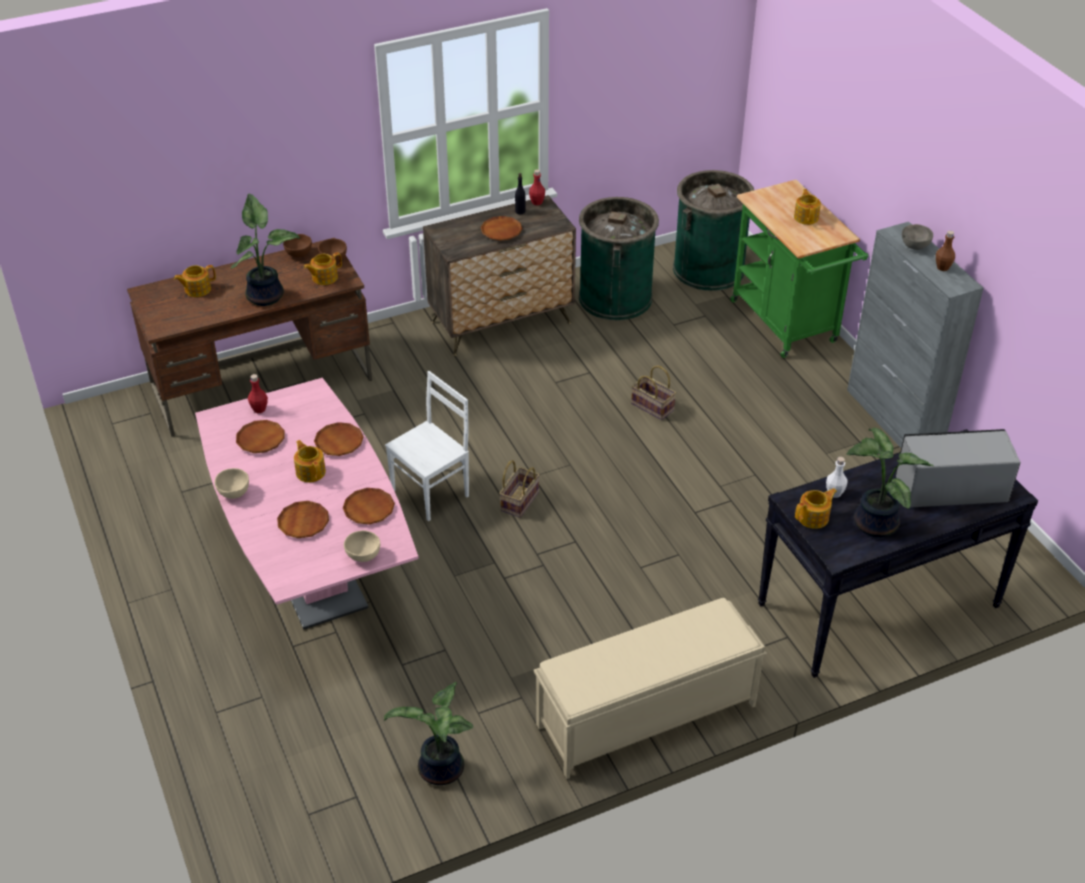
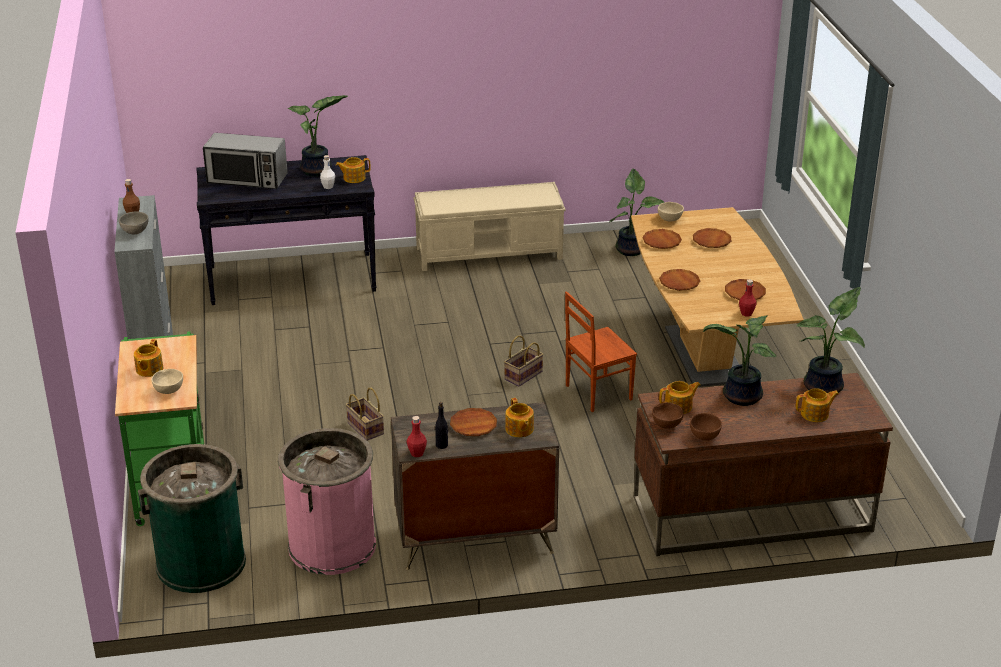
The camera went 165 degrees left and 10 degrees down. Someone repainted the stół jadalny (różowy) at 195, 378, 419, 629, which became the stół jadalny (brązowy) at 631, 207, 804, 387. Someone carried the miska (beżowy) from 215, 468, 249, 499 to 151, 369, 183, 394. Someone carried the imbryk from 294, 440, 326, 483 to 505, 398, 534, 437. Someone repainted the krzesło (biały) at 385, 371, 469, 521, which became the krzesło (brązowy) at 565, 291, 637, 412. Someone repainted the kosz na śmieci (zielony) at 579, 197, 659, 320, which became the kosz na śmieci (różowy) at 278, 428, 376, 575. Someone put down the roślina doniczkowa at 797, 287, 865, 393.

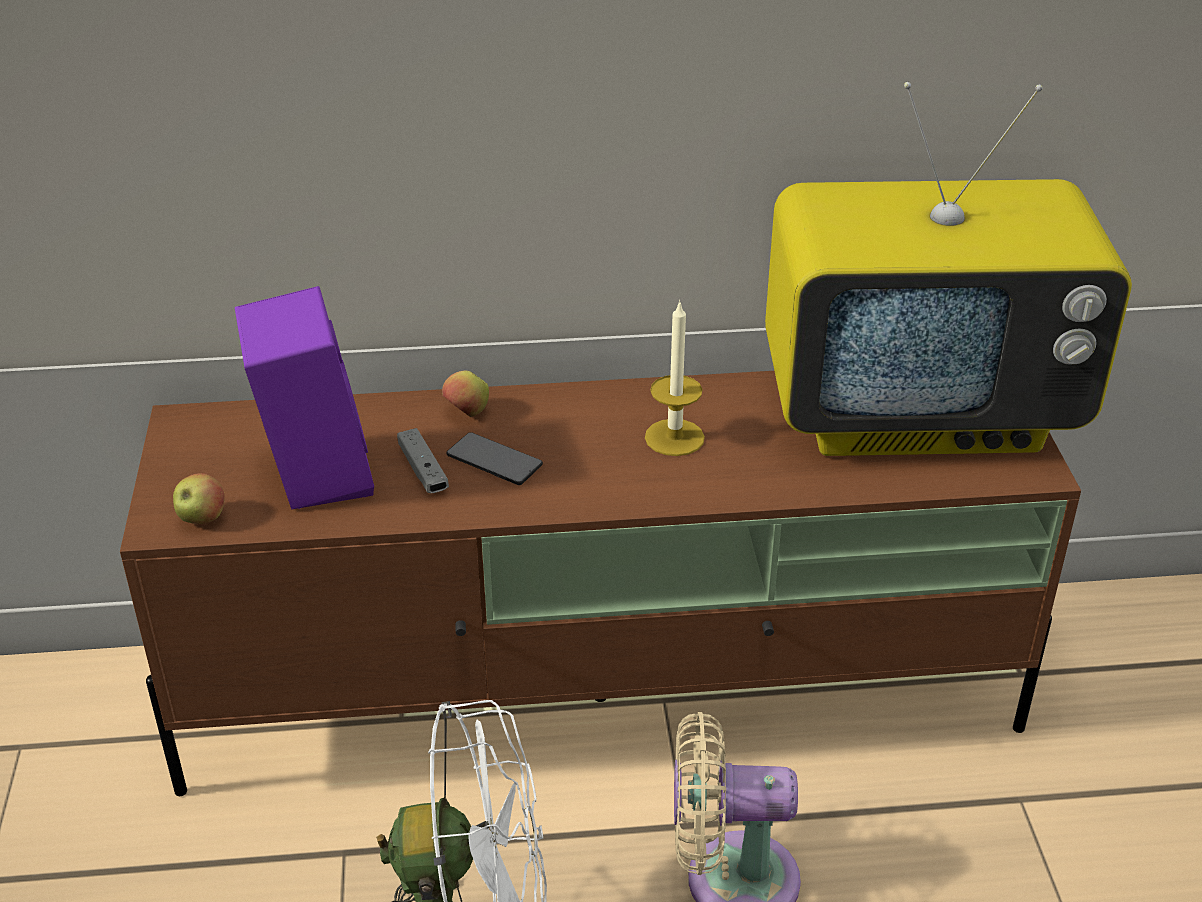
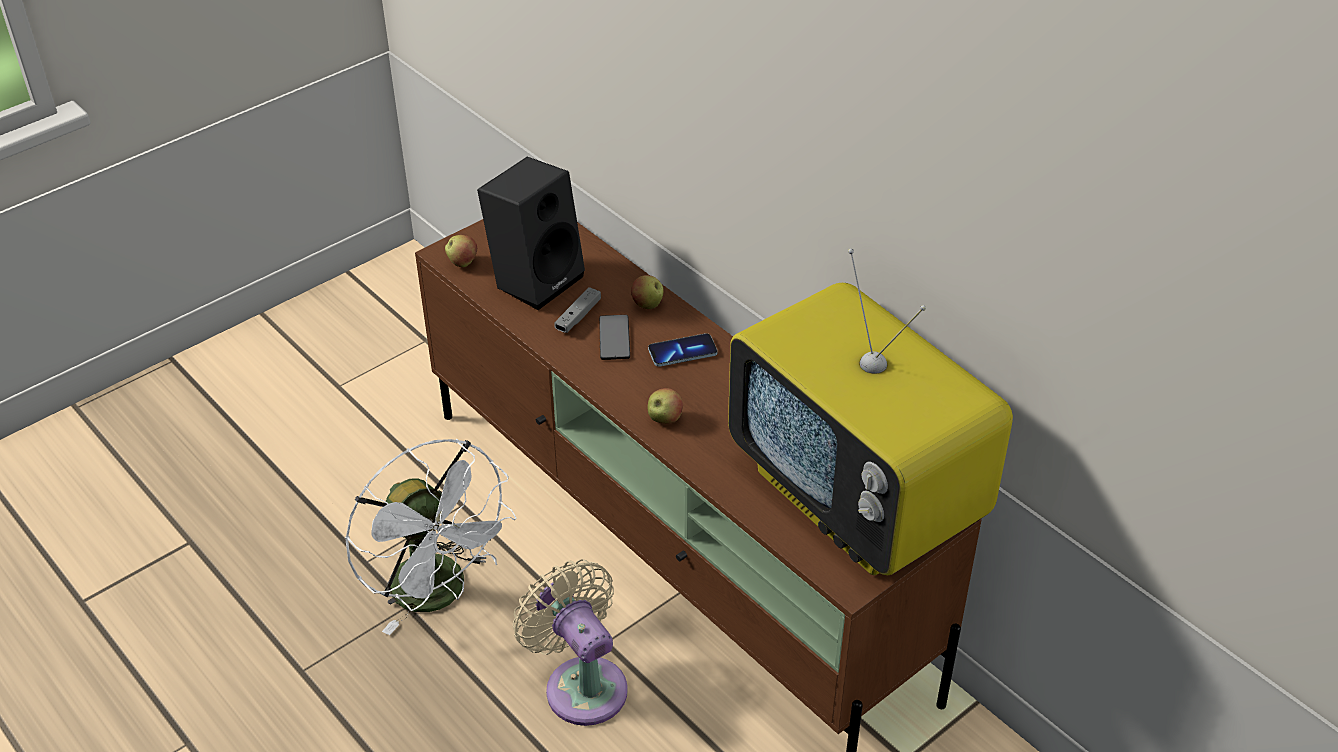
The camera went 55 degrees right and 5 degrees up. Someone repainted the głośnik (fioletowy) at 235, 286, 374, 510, which became the głośnik (czarny) at 477, 156, 585, 310. Someone took away the świeca at 645, 300, 705, 456. Someone put down the telefon at 648, 333, 718, 367. Someone put down the jabłko at 648, 388, 683, 424.

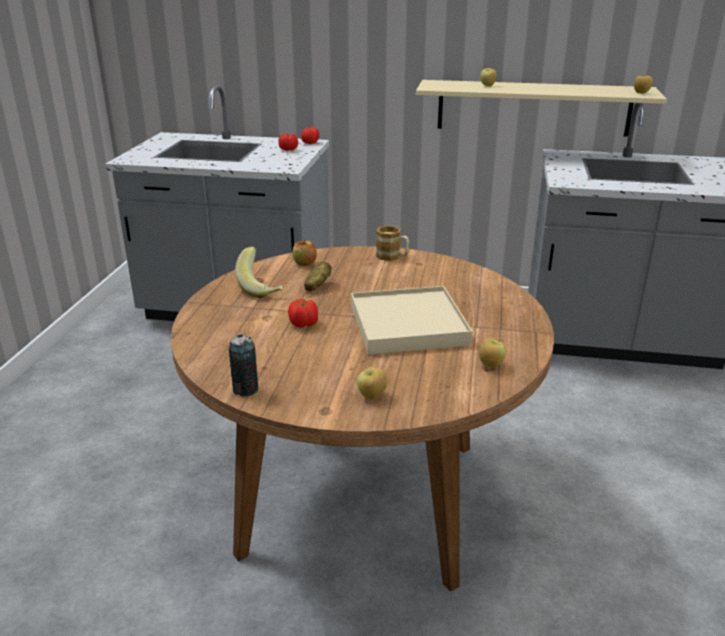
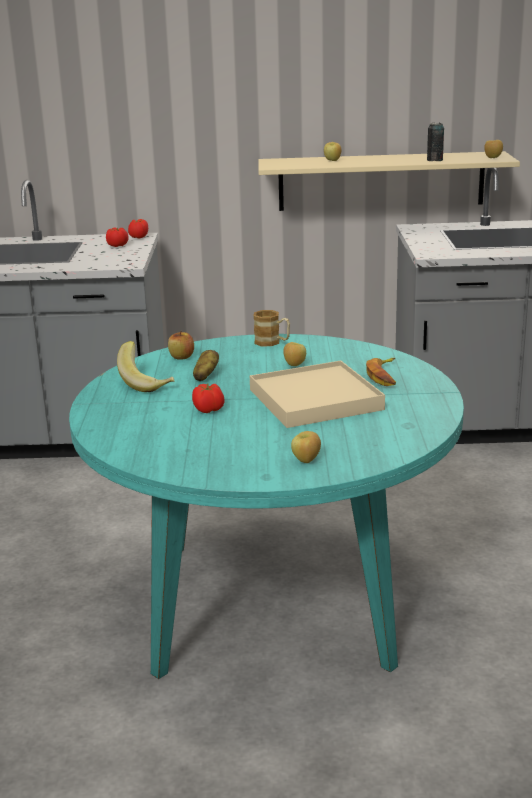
The camera went 10 degrees left and 5 degrees down. Someone repainted the stół jadalny (brązowy) at 171, 246, 554, 592, which became the stół jadalny (turkusowy) at 69, 334, 464, 679. Someone carried the puszka from 229, 335, 259, 396 to 427, 123, 444, 161. Someone carried the jabłko from 479, 338, 506, 368 to 283, 342, 306, 366. Someone put down the banan at 366, 358, 396, 386.

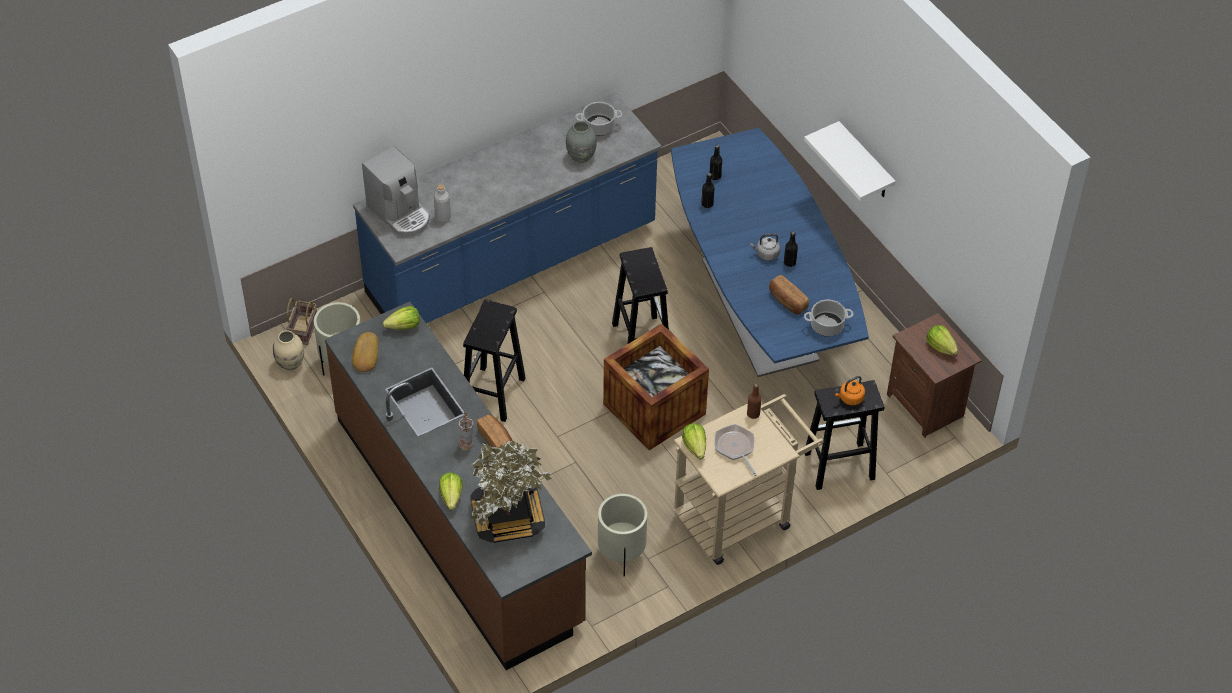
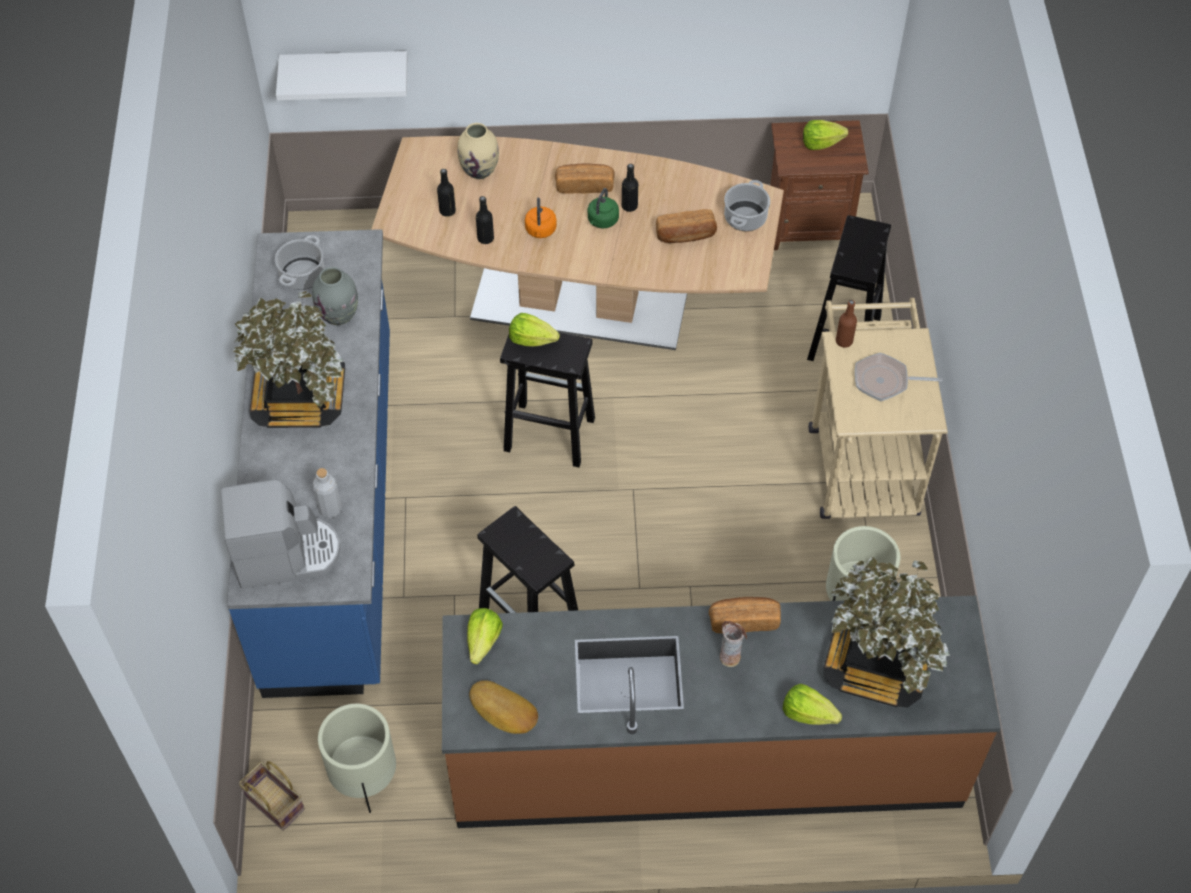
The camera went 60 degrees left and 5 degrees up. Someone carried the wazon (beżowy) from 273, 330, 304, 370 to 457, 123, 499, 179. Someone took away the skrzynka at 603, 323, 709, 451. Someone repainted the stół jadalny (niebieski) at 671, 128, 869, 377, which became the stół jadalny (brązowy) at 371, 136, 784, 350. Someone carried the sałata from 682, 423, 706, 459 to 509, 313, 560, 347. Someone repainted the czajnik (szary) at 750, 233, 780, 261, which became the czajnik (zielony) at 588, 188, 619, 228. Someone carried the półka (biały) from 804, 121, 896, 201 to 276, 51, 408, 100. Someone carried the czajnik (pomarańczowy) from 835, 376, 865, 405 to 525, 198, 557, 238. Someone put down the roślina doniczkowa at 232, 291, 345, 428. Someone put down the chleb at 555, 163, 614, 194.

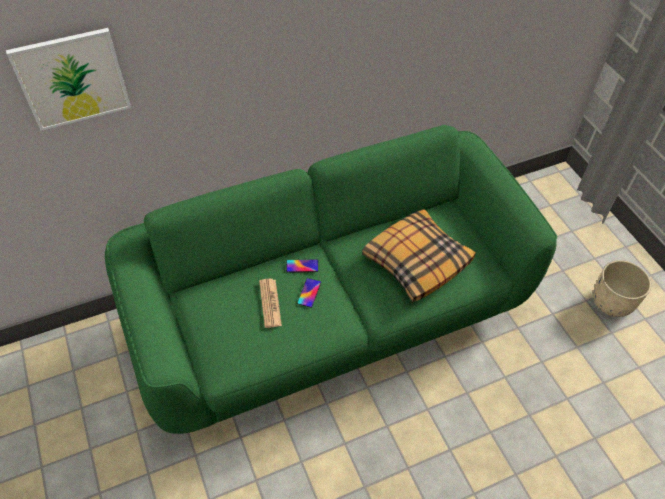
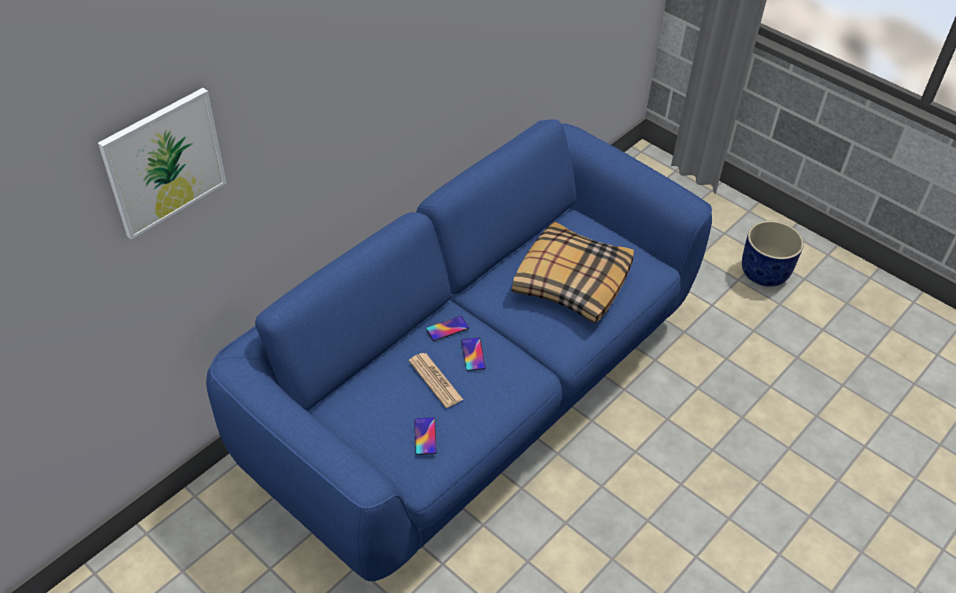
The camera went 25 degrees left and 5 degrees down. Someone repainted the kanapa (zielony) at 105, 125, 557, 434, which became the kanapa (niebieski) at 206, 119, 712, 581. Someone repainted the donica (beżowy) at 593, 260, 651, 317, which became the donica (niebieski) at 742, 221, 804, 287. Someone put down the telefon at 414, 417, 437, 455.

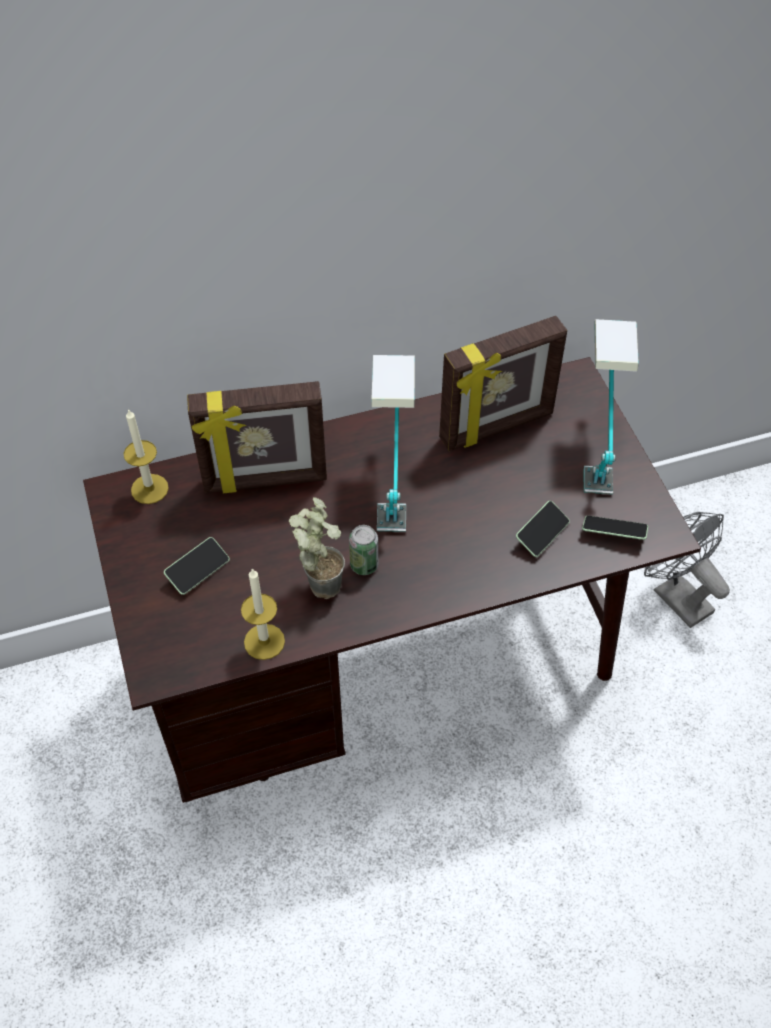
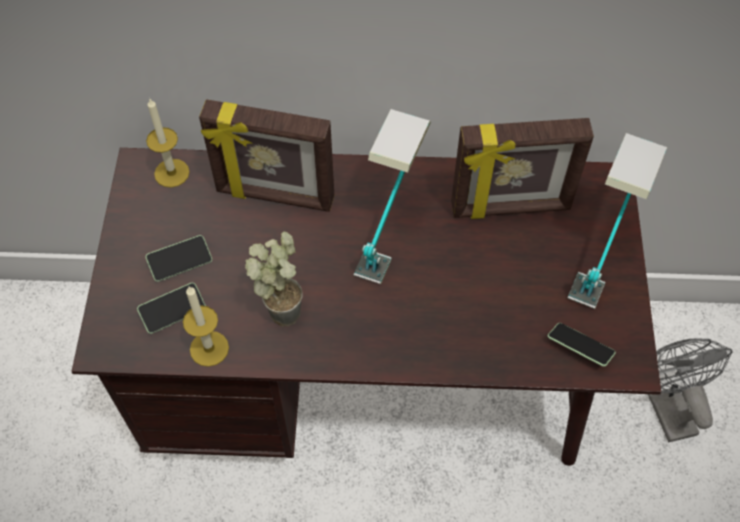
The camera went 20 degrees right and 5 degrees up. Someone took away the puszka at 349, 525, 378, 575. Someone carried the telefon from 516, 501, 570, 557 to 137, 283, 206, 334.

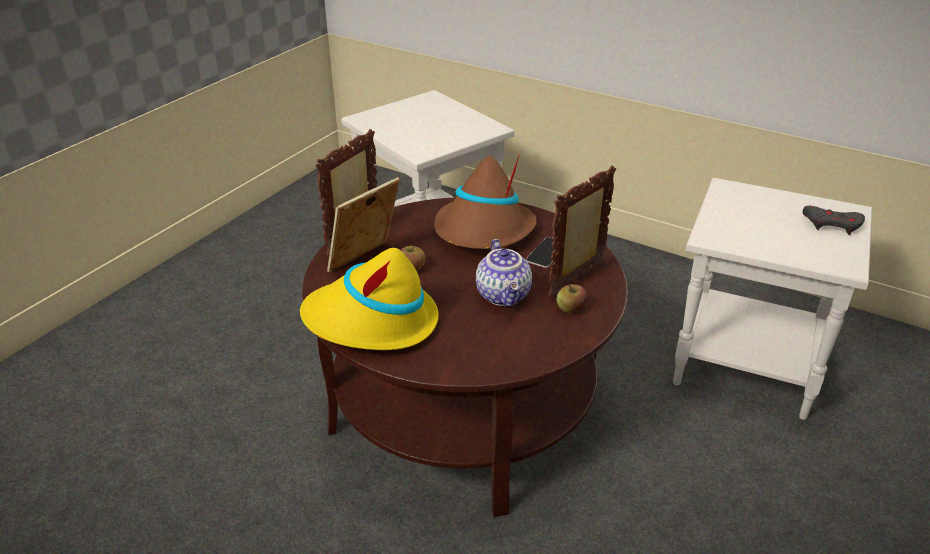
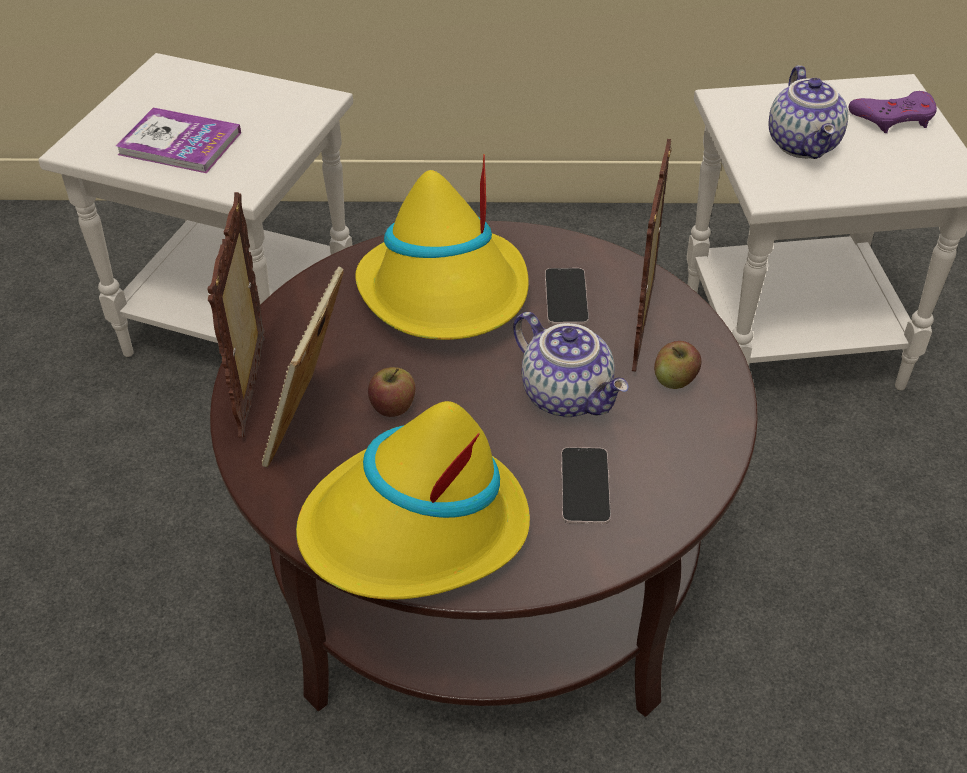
The camera went 30 degrees left and 10 degrees up. Someone repainted the kapelusz (brązowy) at 434, 153, 537, 249, which became the kapelusz (żółty) at 355, 154, 529, 340. Someone repainted the pad do gier (szary) at 803, 206, 865, 235, which became the pad do gier (fioletowy) at 849, 91, 937, 133. Someone put down the książka at 116, 108, 241, 173. Someone put down the telefon at 561, 447, 611, 524. Someone put down the imbryk at 769, 65, 848, 159.

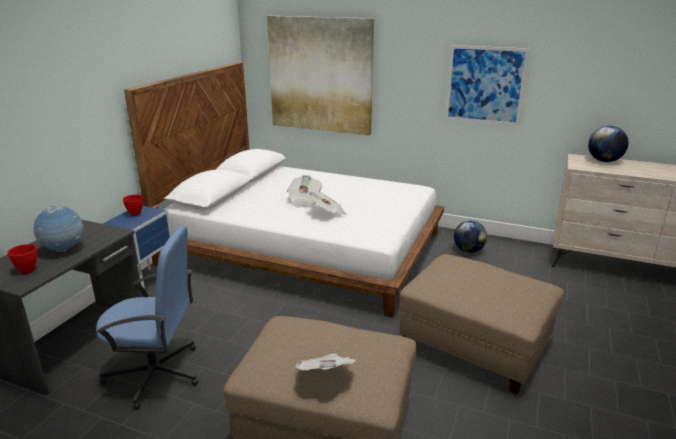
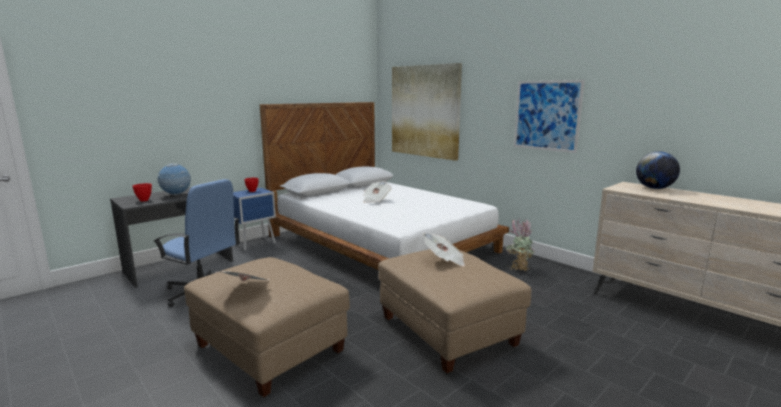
The camera went 25 degrees right and 10 degrees down. Someone carried the gazeta from 308, 191, 347, 215 to 423, 233, 465, 266. Someone swapped the globus at 454, 220, 487, 253 for the roślina doniczkowa at 506, 218, 534, 271.

